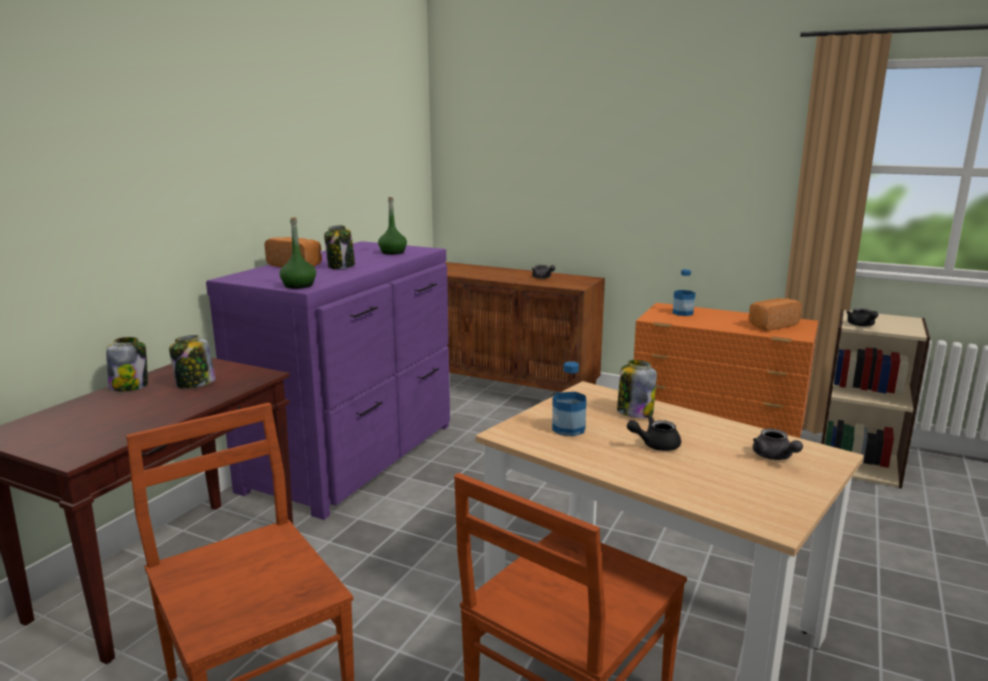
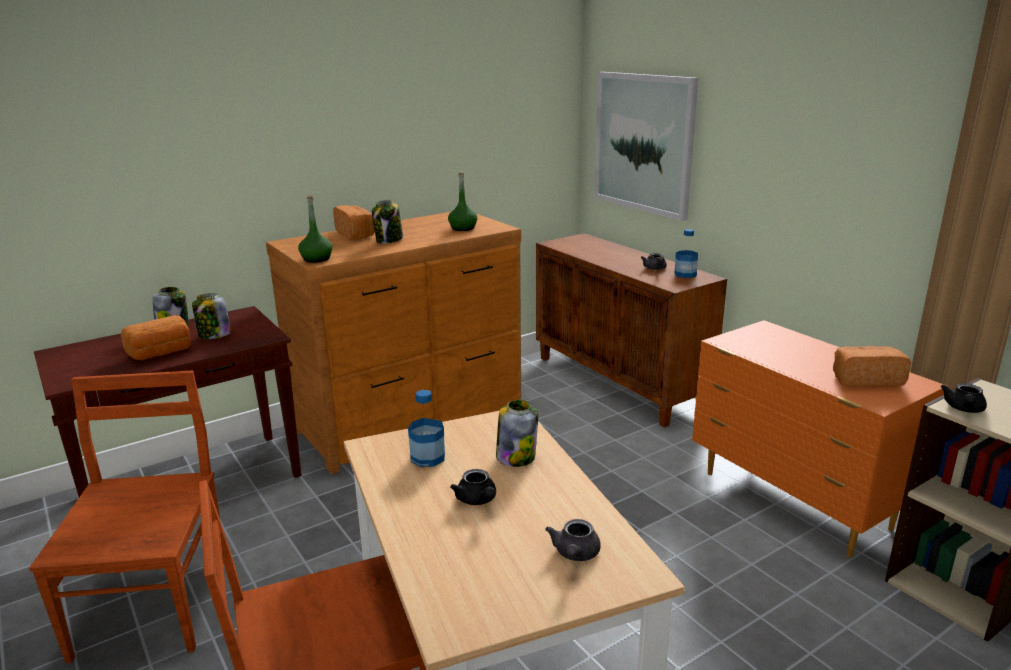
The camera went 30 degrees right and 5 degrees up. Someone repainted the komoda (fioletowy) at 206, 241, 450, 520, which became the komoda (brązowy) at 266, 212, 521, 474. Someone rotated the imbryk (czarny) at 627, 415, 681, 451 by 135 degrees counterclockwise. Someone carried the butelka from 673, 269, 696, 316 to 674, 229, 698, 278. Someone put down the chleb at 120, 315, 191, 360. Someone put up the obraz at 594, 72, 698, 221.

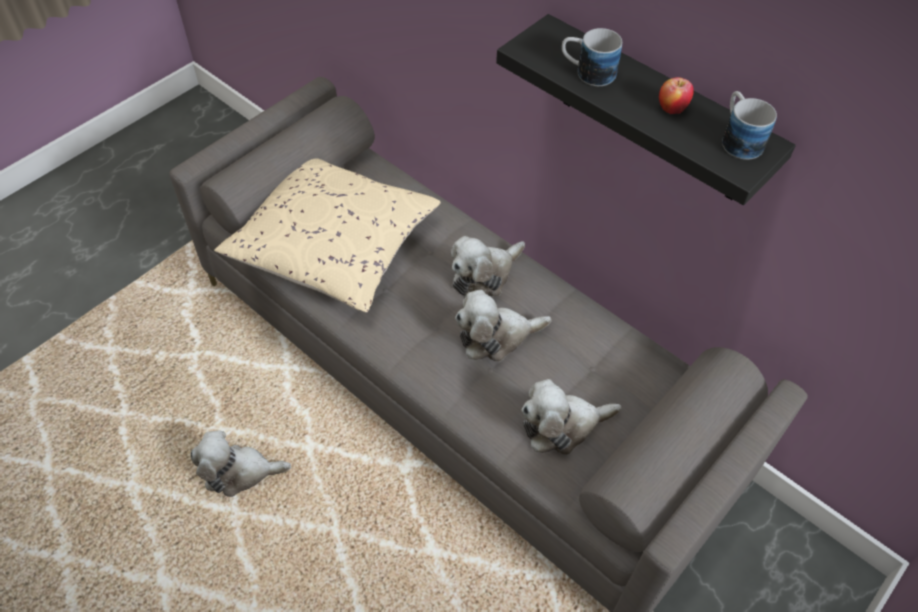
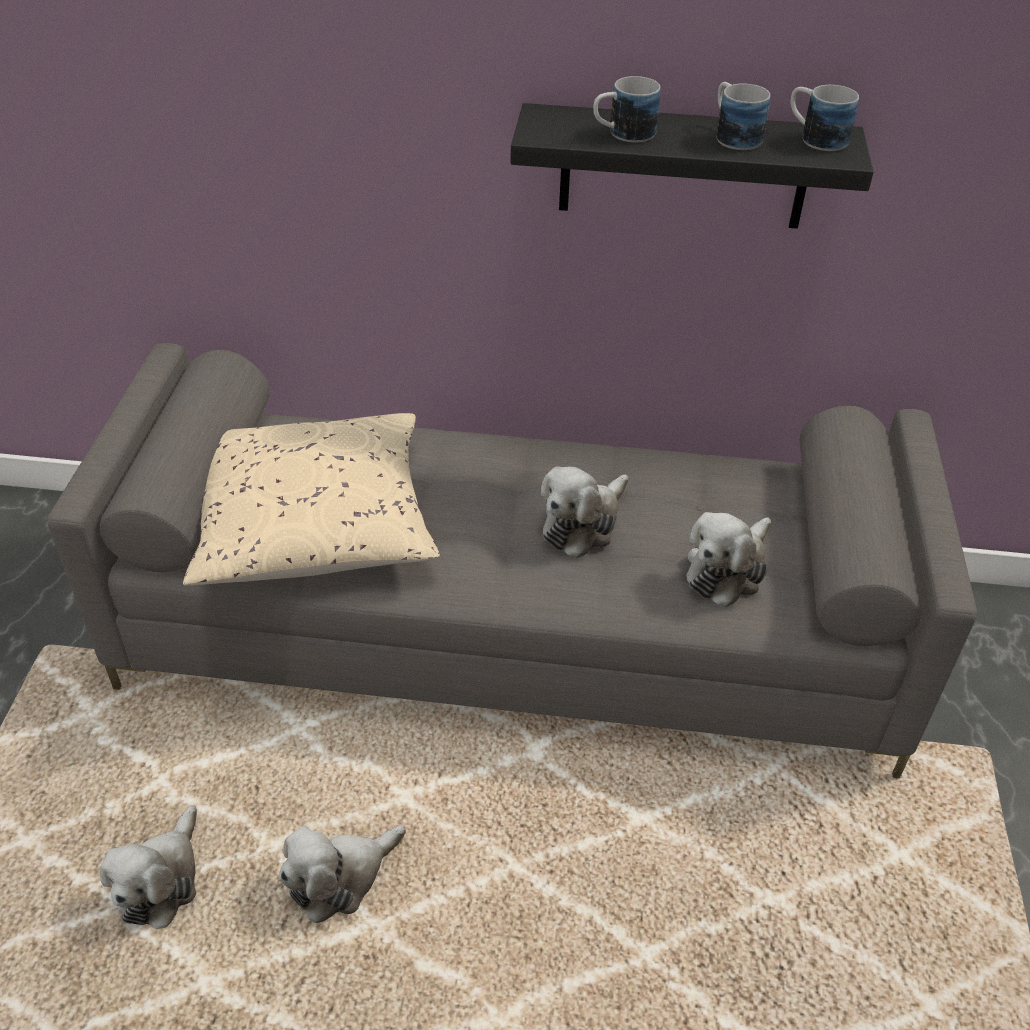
The camera went 35 degrees left and 10 degrees down. Someone carried the pluszak from 451, 236, 525, 297 to 100, 805, 197, 929. Someone swapped the jabłko at 659, 77, 694, 114 for the kubek at 716, 82, 771, 150.

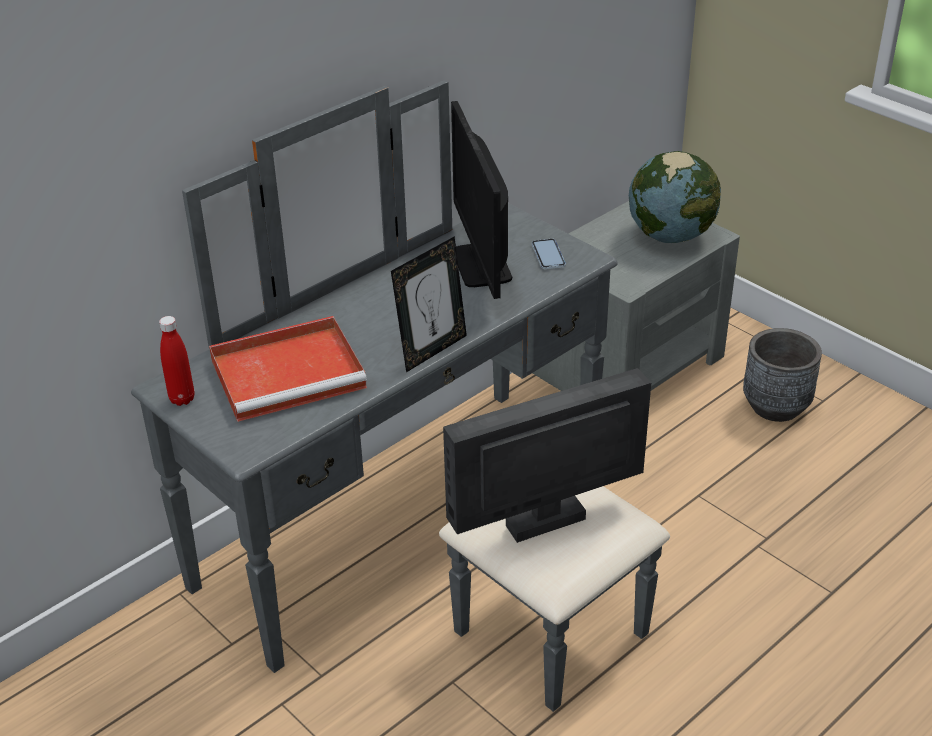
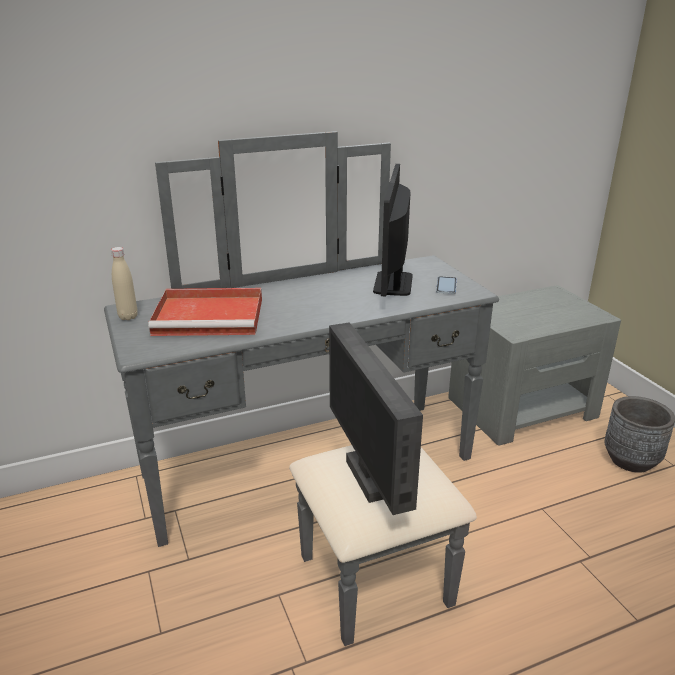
The camera went 20 degrees right and 10 degrees down. Someone repainted the butelka (czerwony) at 159, 316, 195, 406, which became the butelka (beżowy) at 111, 247, 138, 320. Someone took away the ramka na zdjęcie at 391, 236, 467, 372. Someone rotated the monitor at 443, 368, 651, 543 by 105 degrees counterclockwise. Someone took away the globus at 629, 151, 721, 243.

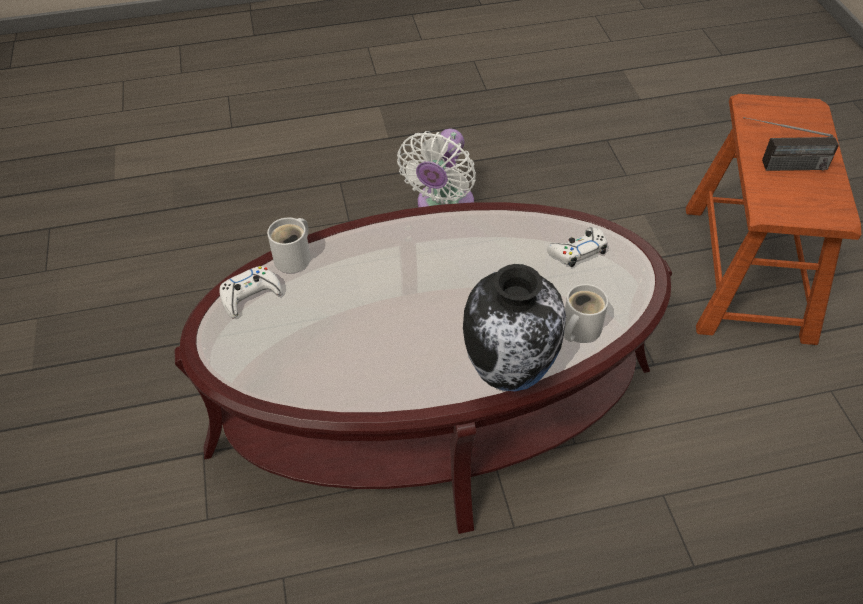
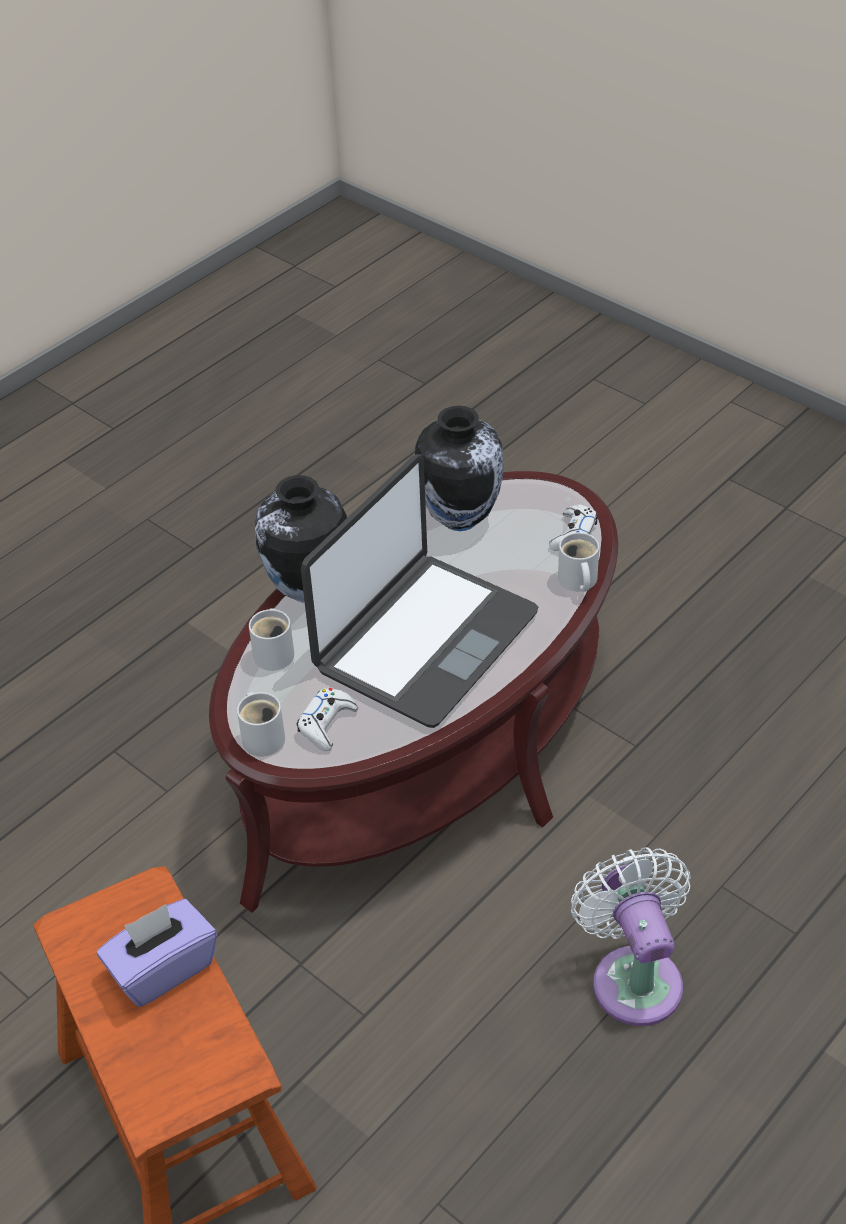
The camera went 145 degrees right and 5 degrees down. Someone swapped the radio at 743, 117, 839, 171 for the pudełko chusteczek (fioletowy) at 97, 899, 217, 1007. Someone put down the kubek (biały) at 237, 692, 285, 756. Someone put down the laptop at 301, 454, 538, 728. Someone put down the wazon at 415, 406, 503, 531.

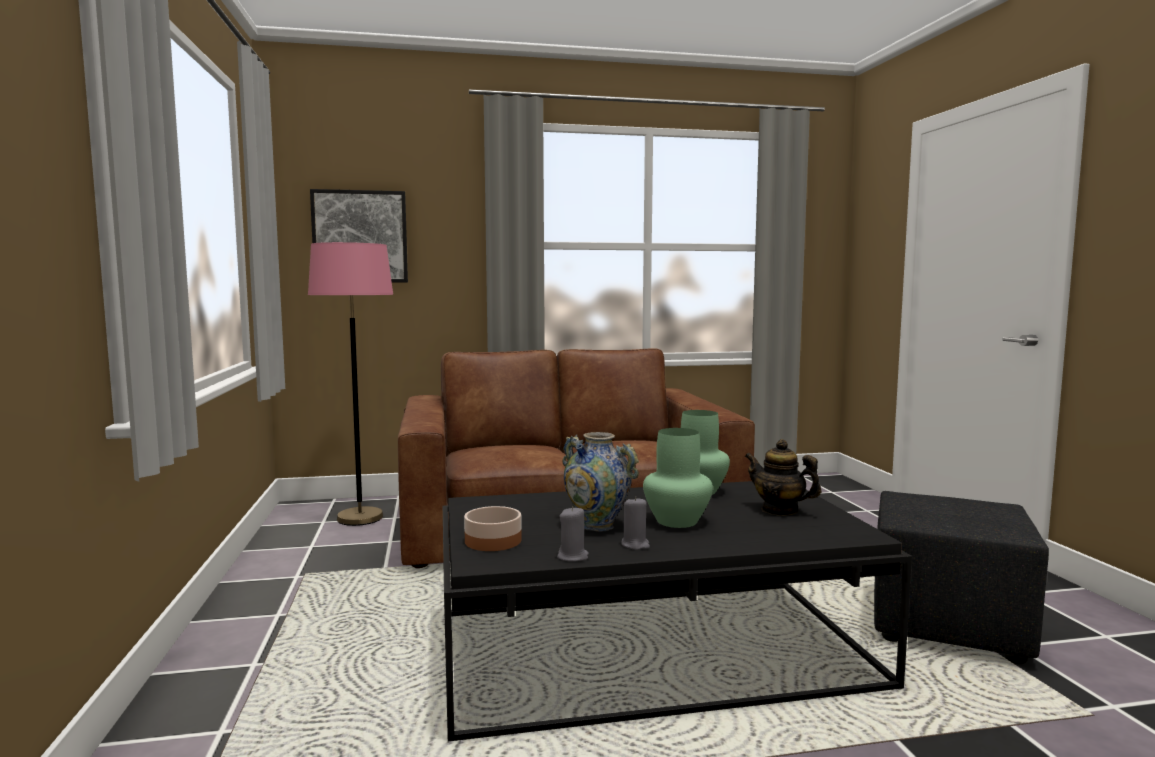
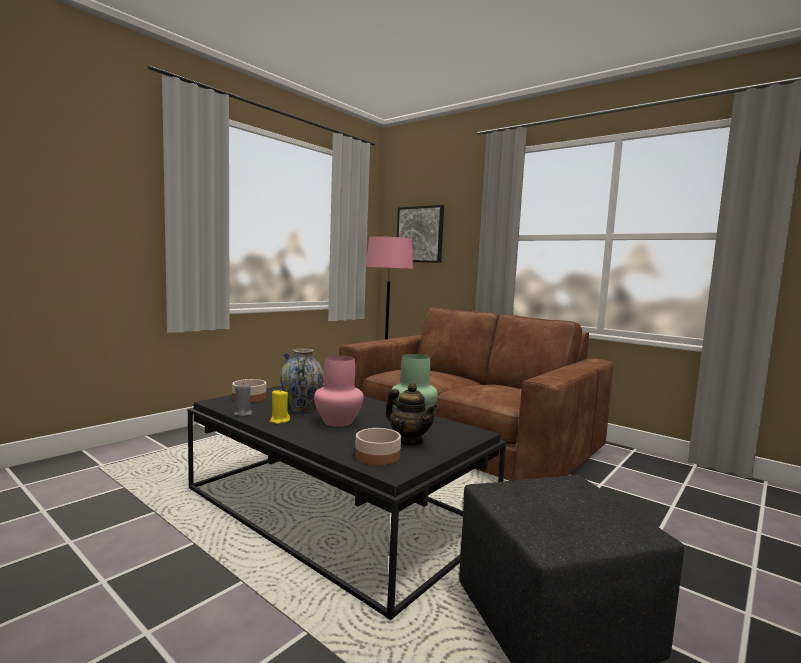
The camera went 50 degrees right and 0 degrees up. Someone repainted the świeca (szary) at 621, 496, 650, 550, which became the świeca (żółty) at 270, 389, 290, 424. Someone repainted the wazon (zielony) at 643, 428, 713, 528, which became the wazon (różowy) at 314, 355, 364, 427. Someone rotated the imbryk at 745, 439, 822, 516 by 135 degrees clockwise. Someone put down the miska at 355, 428, 401, 465.

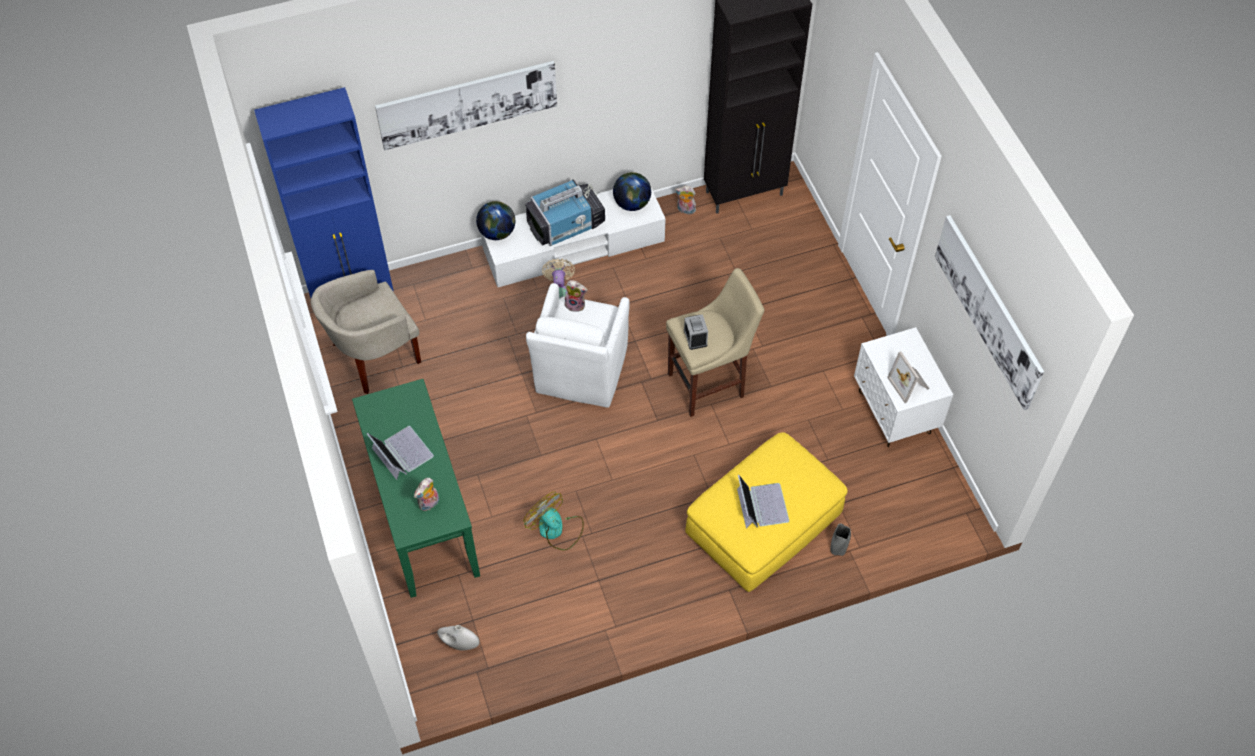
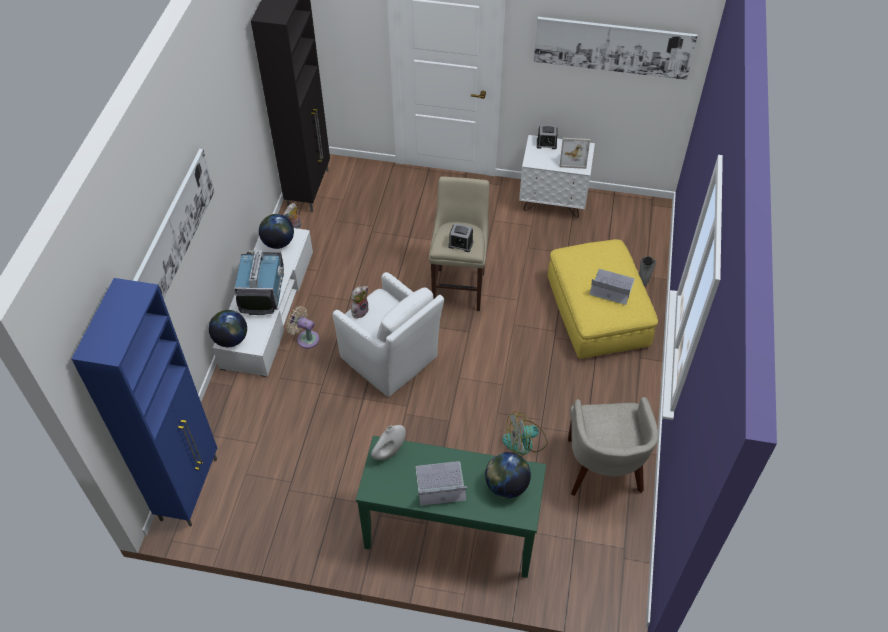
The camera went 60 degrees left and 5 degrees down. Someone carried the fotel (beżowy) from 310, 270, 421, 394 to 568, 397, 658, 496. Someone swapped the pluszak at 414, 478, 439, 511 for the globus at 485, 452, 531, 498. Someone carried the wazon (biały) from 437, 625, 480, 651 to 371, 425, 406, 460. Someone put down the budzik at 537, 125, 558, 149.

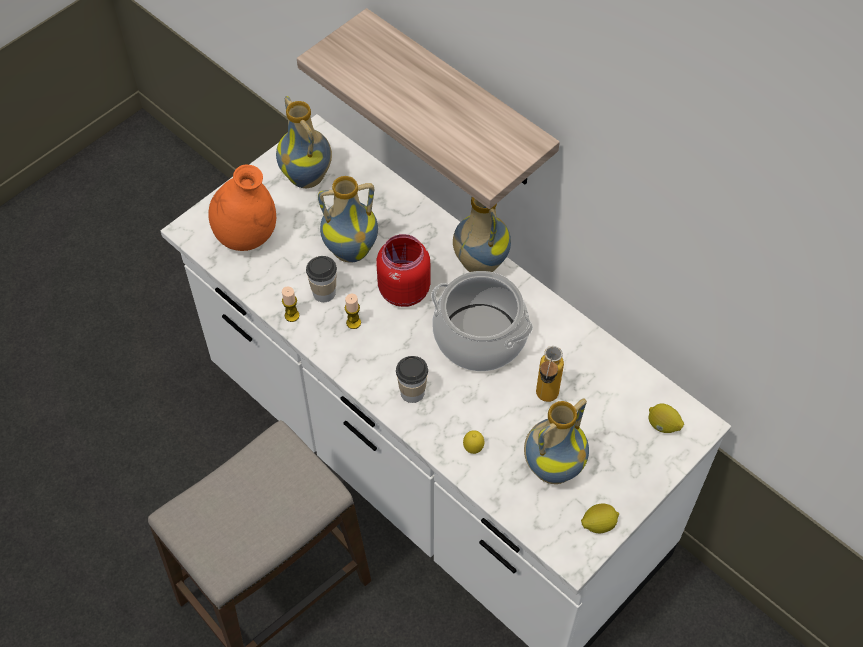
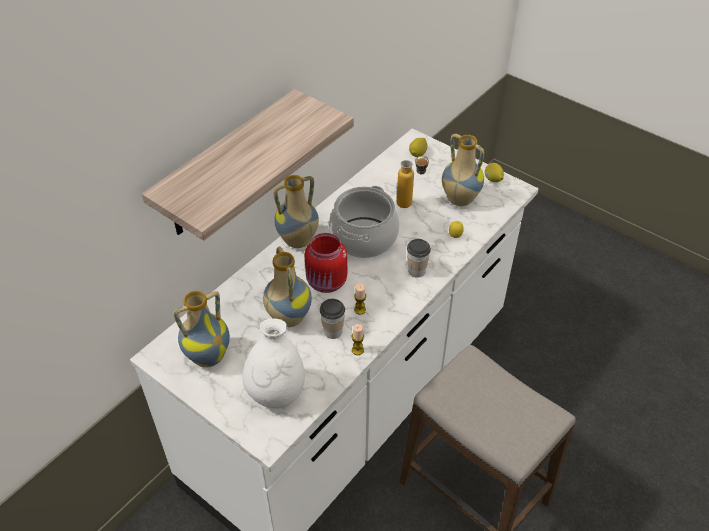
The camera went 95 degrees left and 10 degrees down. Someone repainted the wazon (pomarańczowy) at 208, 165, 276, 251, which became the wazon (biały) at 242, 318, 305, 408.

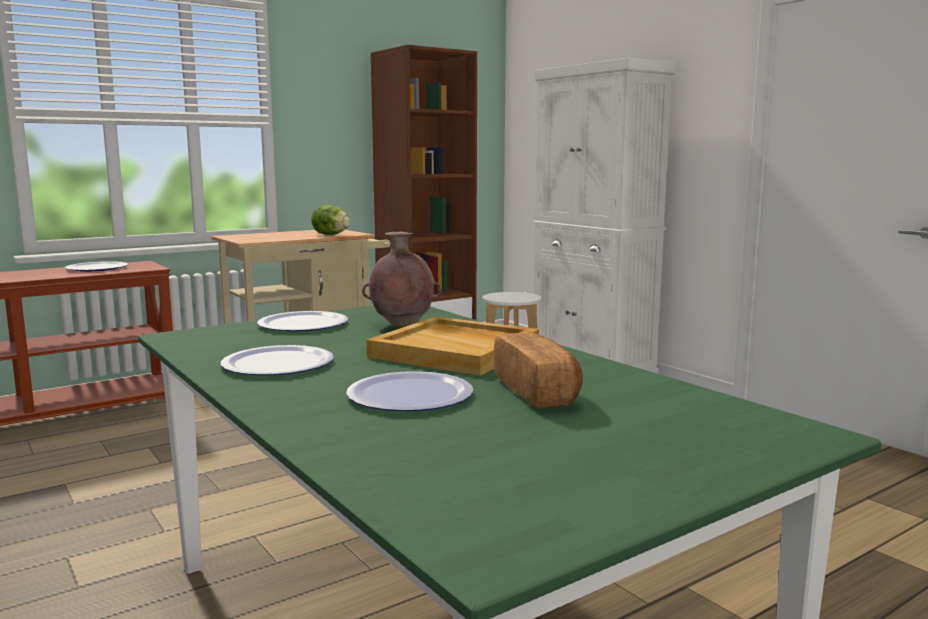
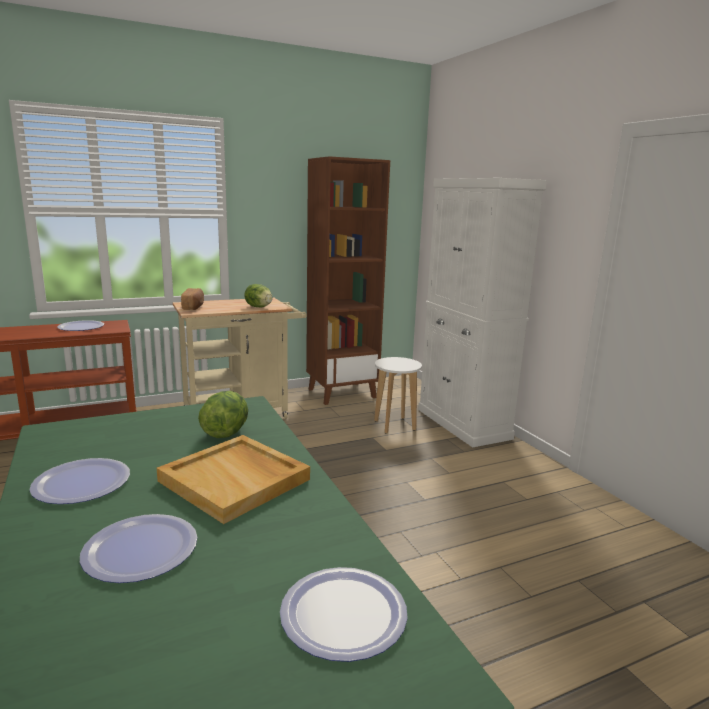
The camera went 10 degrees right and 5 degrees up. Someone carried the talerz from 257, 311, 348, 331 to 280, 567, 408, 662. Someone swapped the wazon (brązowy) at 362, 232, 442, 327 for the sałata at 198, 391, 248, 438. Someone carried the chleb from 494, 331, 583, 408 to 181, 288, 204, 310.

